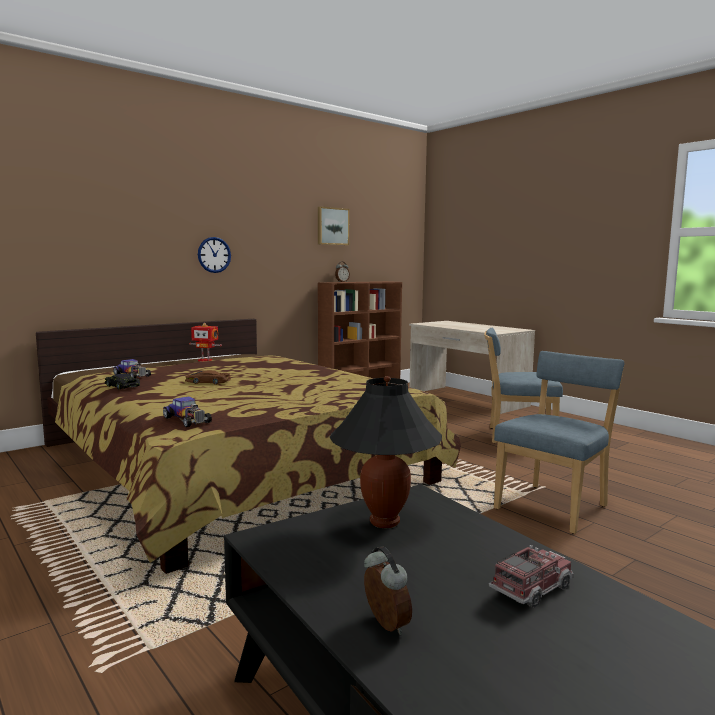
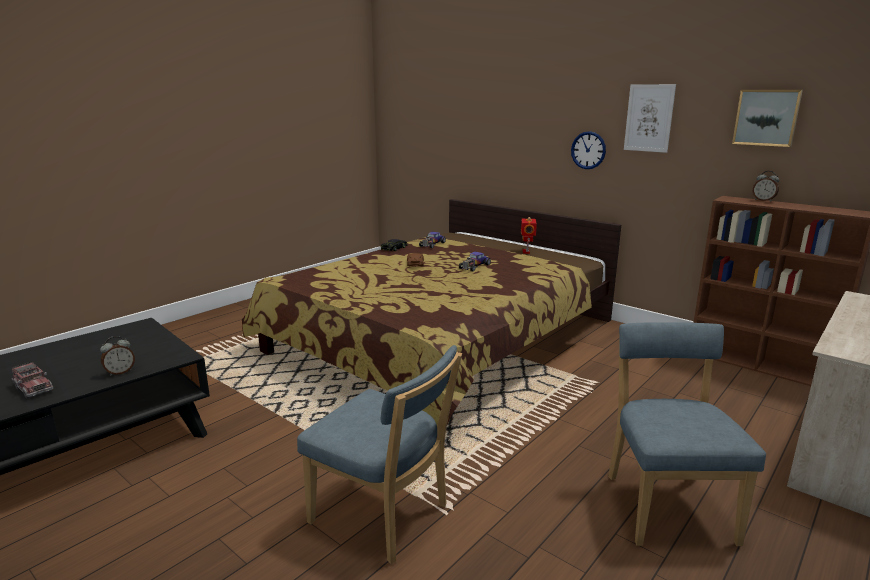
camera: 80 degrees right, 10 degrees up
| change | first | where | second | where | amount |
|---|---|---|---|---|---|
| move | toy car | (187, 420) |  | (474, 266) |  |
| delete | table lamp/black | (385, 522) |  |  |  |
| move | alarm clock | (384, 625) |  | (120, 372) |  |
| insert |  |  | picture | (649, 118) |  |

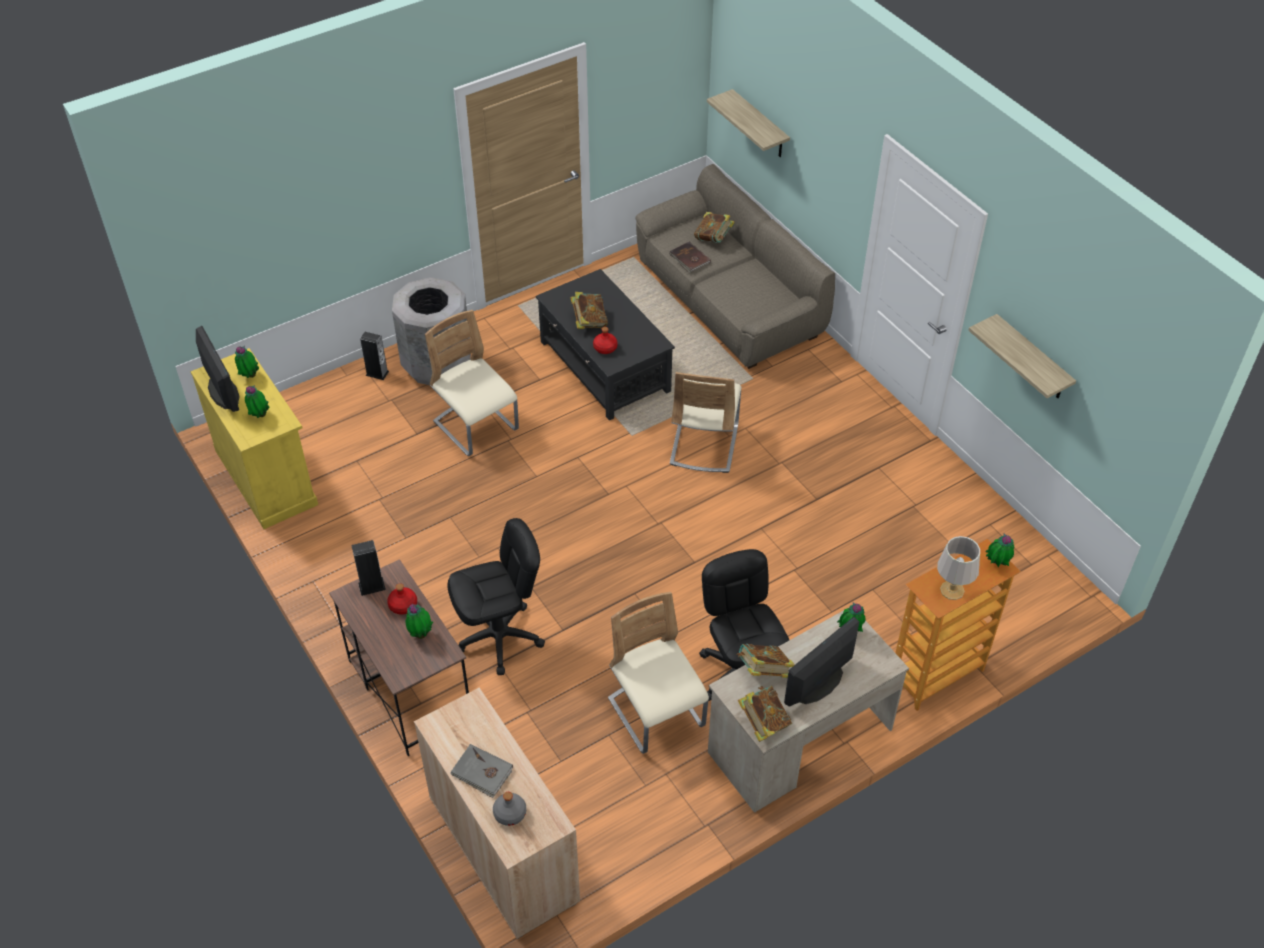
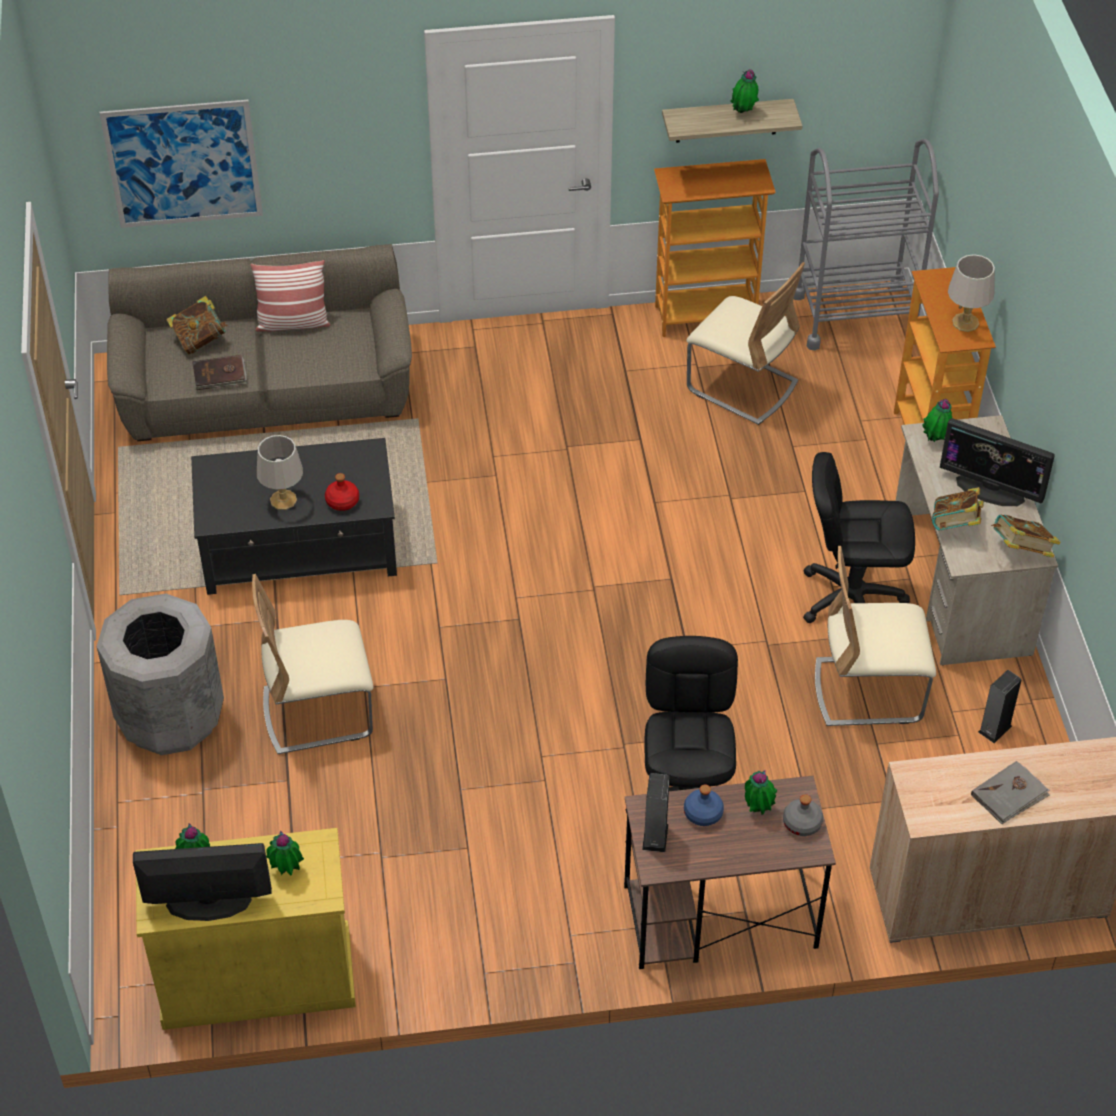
camera: 65 degrees left, 0 degrees up
| change | first | where | second | where | amount |
|---|---|---|---|---|---|
| move | speaker | (377, 373) |  | (995, 729) |  |
| recolor | bottle/red | (403, 605) | bottle/blue | (702, 813) |  |
| move | bottle/grey | (510, 813) |  | (802, 823) |  |
| replace | book | (589, 322) | table lamp/grey | (283, 500) |  |
| move | chair/beige | (704, 444) |  | (741, 386) |  |
| replace | shelf | (760, 125) | picture | (183, 164) |  |
| rotate | monitor | (818, 683) |  | (990, 489) | 45 degrees counterclockwise |
| move | potted plant | (996, 565) |  | (743, 113) |  |
| insert |  |  | pillow | (293, 323) |  |
| insert |  |  | bookcase | (705, 316) |  |
| insert |  |  | cart/grey | (855, 316) |  |

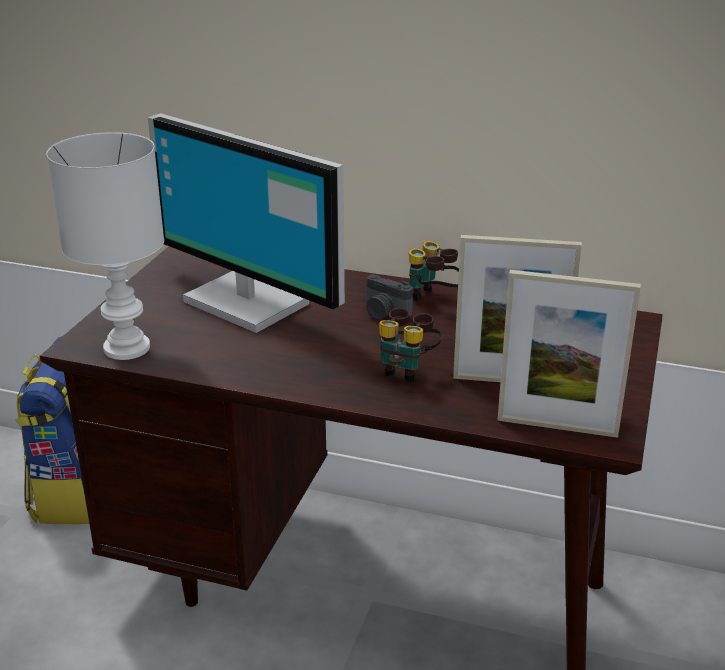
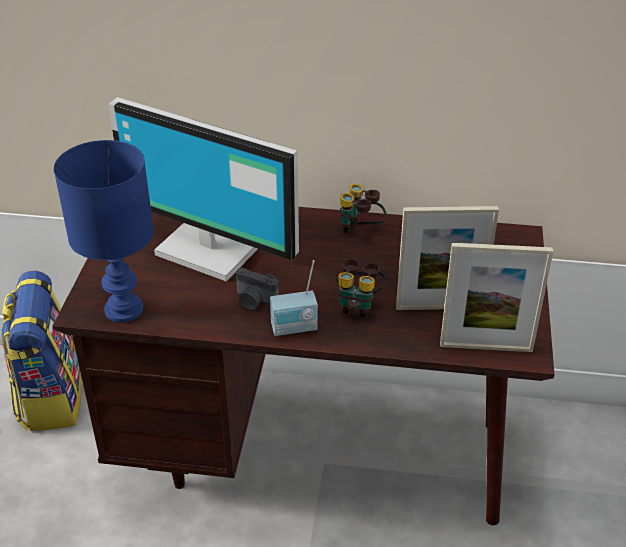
camera: 10 degrees left, 10 degrees up
| change | first | where | second | where | amount |
|---|---|---|---|---|---|
| recolor | table lamp/white | (128, 349) | table lamp/blue | (125, 310) |  |
| move | photo camera | (384, 313) |  | (254, 301) |  |
| insert |  |  | radio | (294, 329) |  |

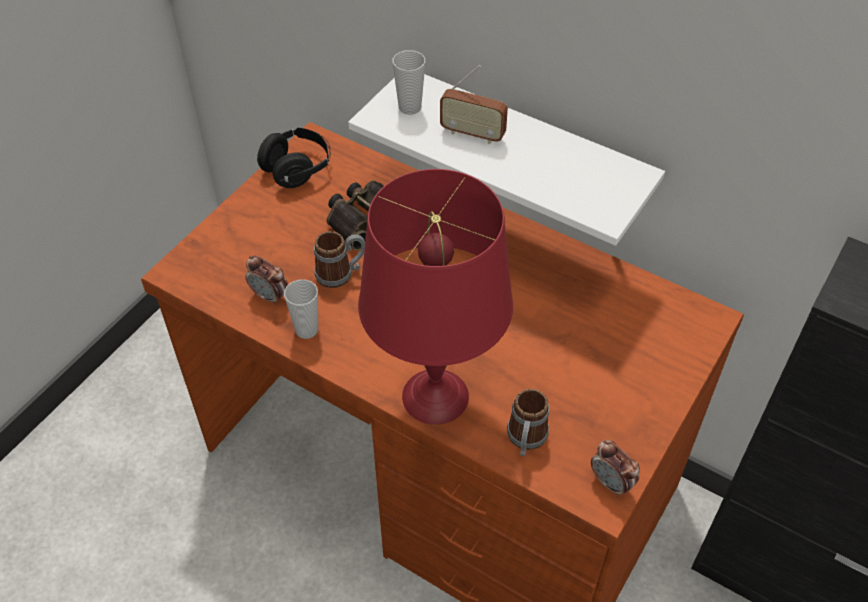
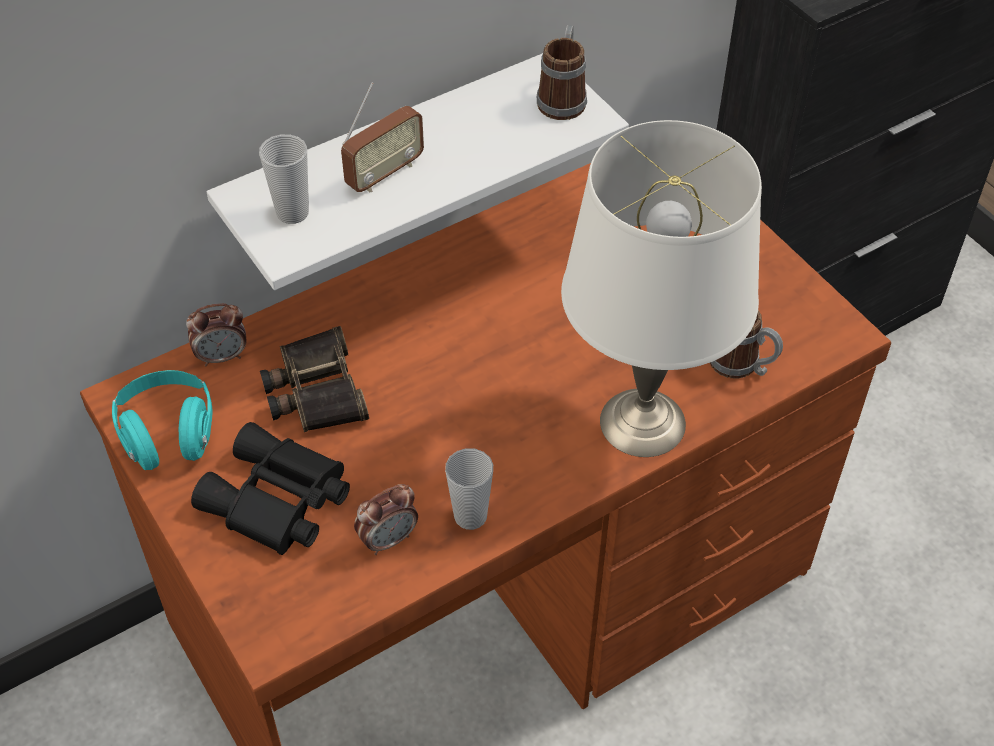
camera: 65 degrees left, 0 degrees up
| change | first | where | second | where | amount |
|---|---|---|---|---|---|
| recolor | headphones/black | (297, 169) | headphones/turquoise | (169, 435) |  |
| move | mug | (341, 273) |  | (563, 97) |  |
| recolor | table lamp/red | (436, 396) | table lamp/white | (643, 421) |  |
| move | alarm clock | (611, 483) |  | (222, 356) |  |
| insert |  |  | binoculars/black | (277, 502) |  |

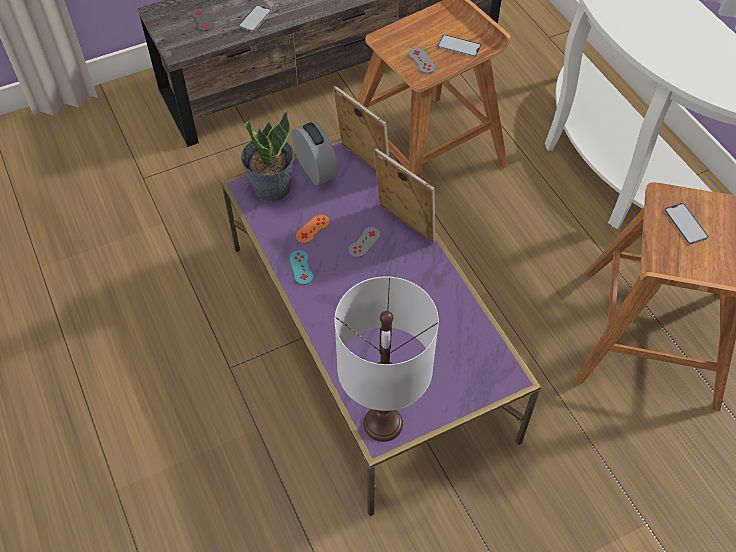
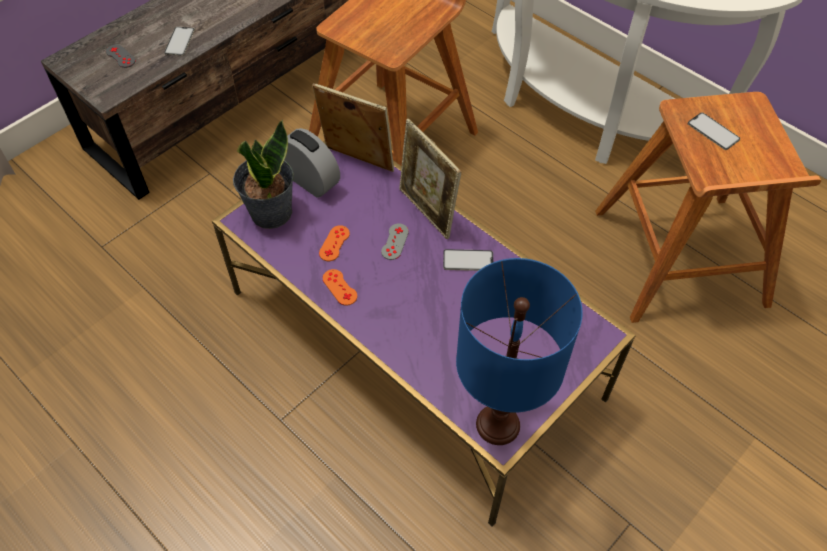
camera: 20 degrees left, 0 degrees up
| change | first | where | second | where | amount |
|---|---|---|---|---|---|
| recolor | game controller/turquoise | (301, 267) | game controller/orange | (339, 287) |  |
| recolor | table lamp/white | (382, 422) | table lamp/blue | (497, 424) |  |
| rotate | picture frame | (403, 224) |  | (427, 212) | 150 degrees counterclockwise |
| delete | game controller/grey | (421, 61) |  |  |  |
| move | phone | (459, 46) |  | (468, 260) |  |

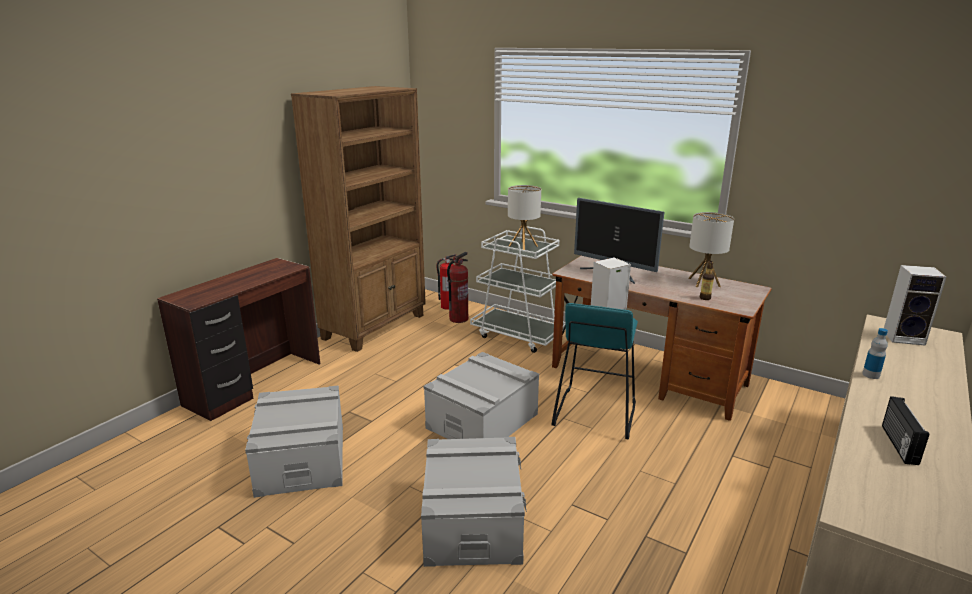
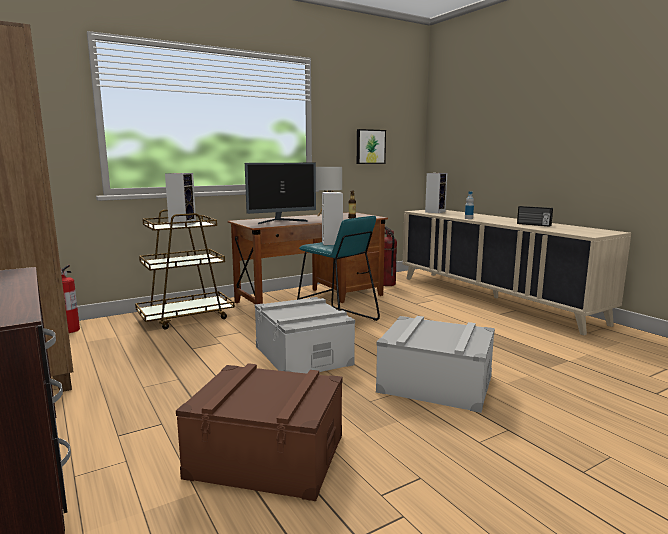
camera: 65 degrees left, 10 degrees down
| change | first | where | second | where | amount |
|---|---|---|---|---|---|
| recolor | storage box/grey | (302, 459) | storage box/brown | (267, 455) |  |
| move | fire extinguisher | (458, 319) |  | (387, 284) |  |
| recolor | cart/white | (518, 335) | cart/brown | (186, 317) |  |
| replace | table lamp | (523, 246) | speaker | (182, 224) |  |
| insert |  |  | picture | (370, 146) |  |

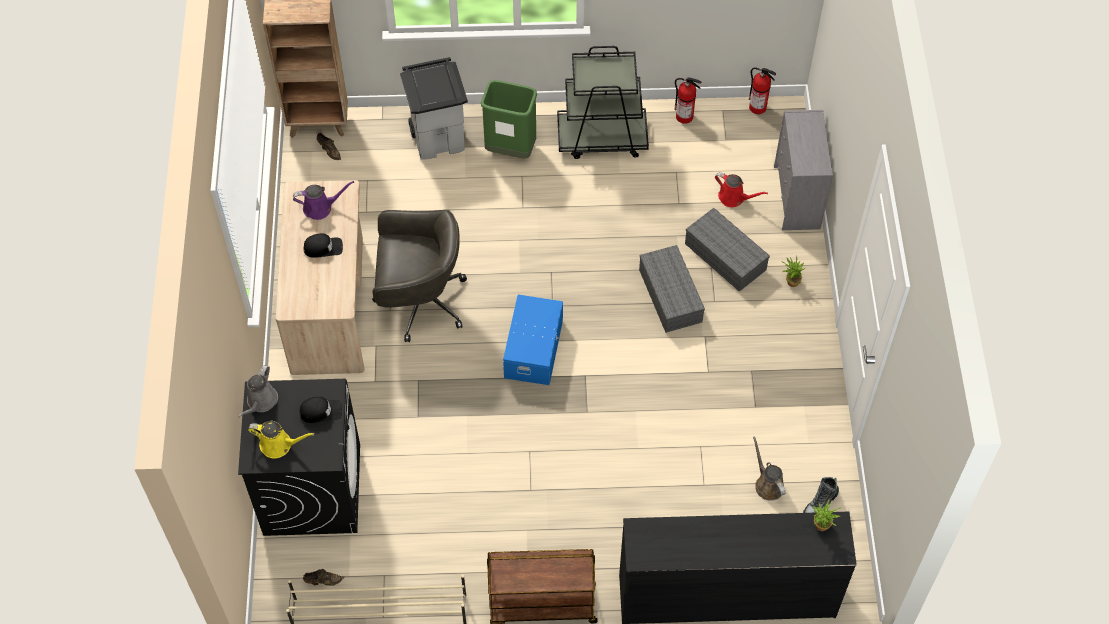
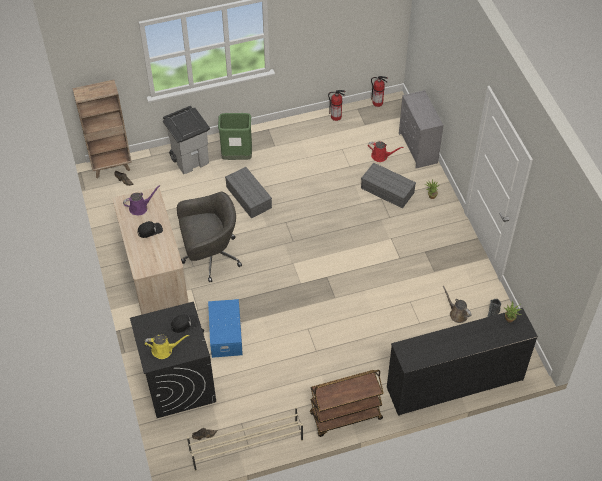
camera: 15 degrees left, 5 degrees down
| change | first | where | second | where | amount |
|---|---|---|---|---|---|
| delete | watering can/grey | (261, 402) |  |  |  |
| move | storage box/blue | (534, 349) |  | (226, 334) |  |
| delete | cart/black | (602, 138) |  |  |  |
| move | storage box/grey | (671, 296) |  | (249, 197) |  |

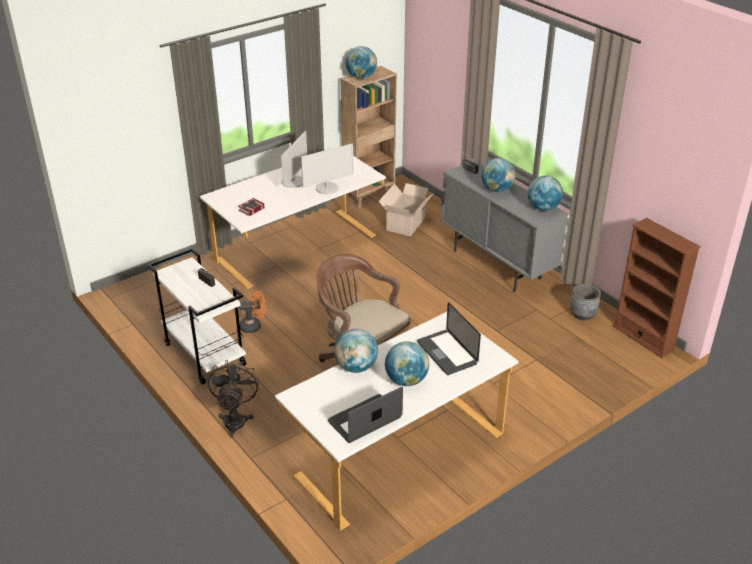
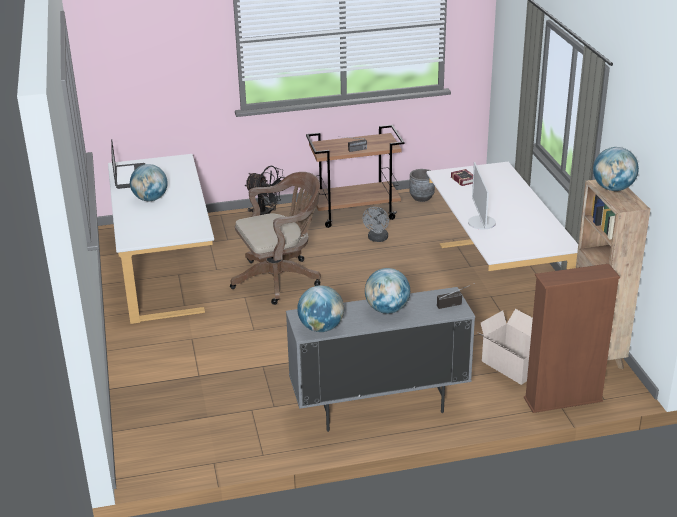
camera: 115 degrees right, 5 degrees down
| change | first | where | second | where | amount |
|---|---|---|---|---|---|
| recolor | cart/white | (204, 354) | cart/brown | (356, 213) |  |
| recolor | fan/orange | (254, 326) | fan/grey | (377, 239) |  |
| delete | monitor | (293, 182) |  |  |  |
| delete | globe | (356, 367) |  |  |  |
| delete | laptop | (447, 353) |  |  |  |
| move | planter/grey | (582, 314) |  | (421, 197) |  |
| move | bookcase/brown | (643, 338) |  | (563, 400) |  |

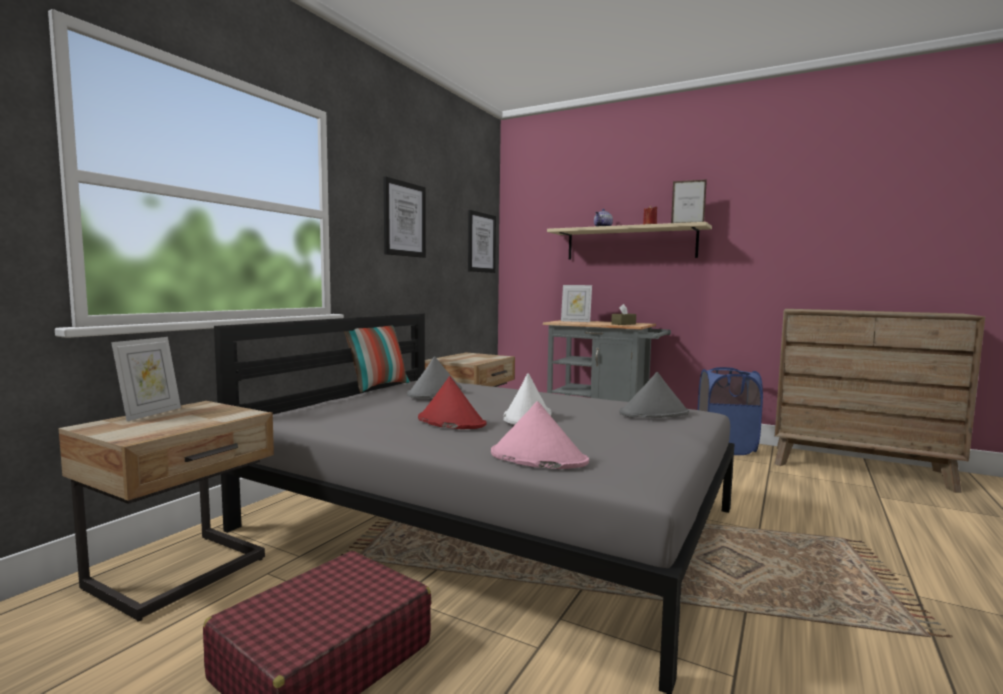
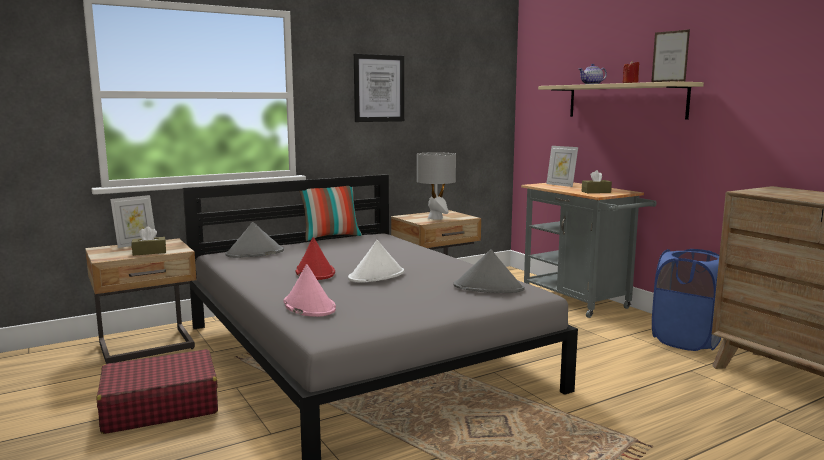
camera: 30 degrees right, 5 degrees up
| change | first | where | second | where | amount |
|---|---|---|---|---|---|
| move | hat/grey | (434, 392) |  | (255, 253) |  |
| delete | picture | (481, 242) |  |  |  |
| insert |  |  | tissue box/brown | (149, 252) |  |
| insert |  |  | table lamp/grey | (435, 218) |  |

